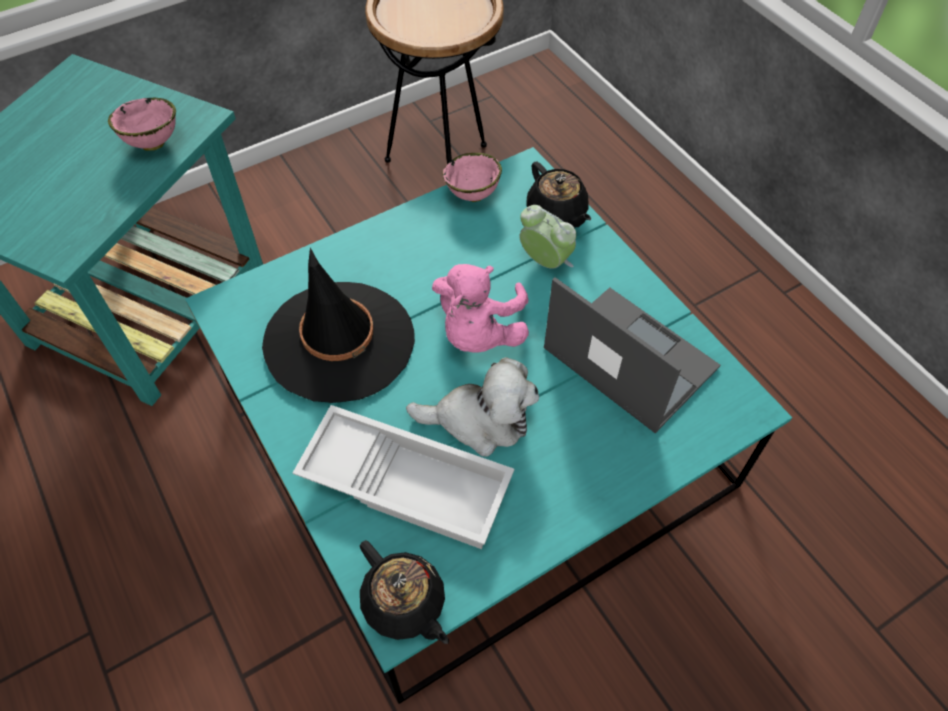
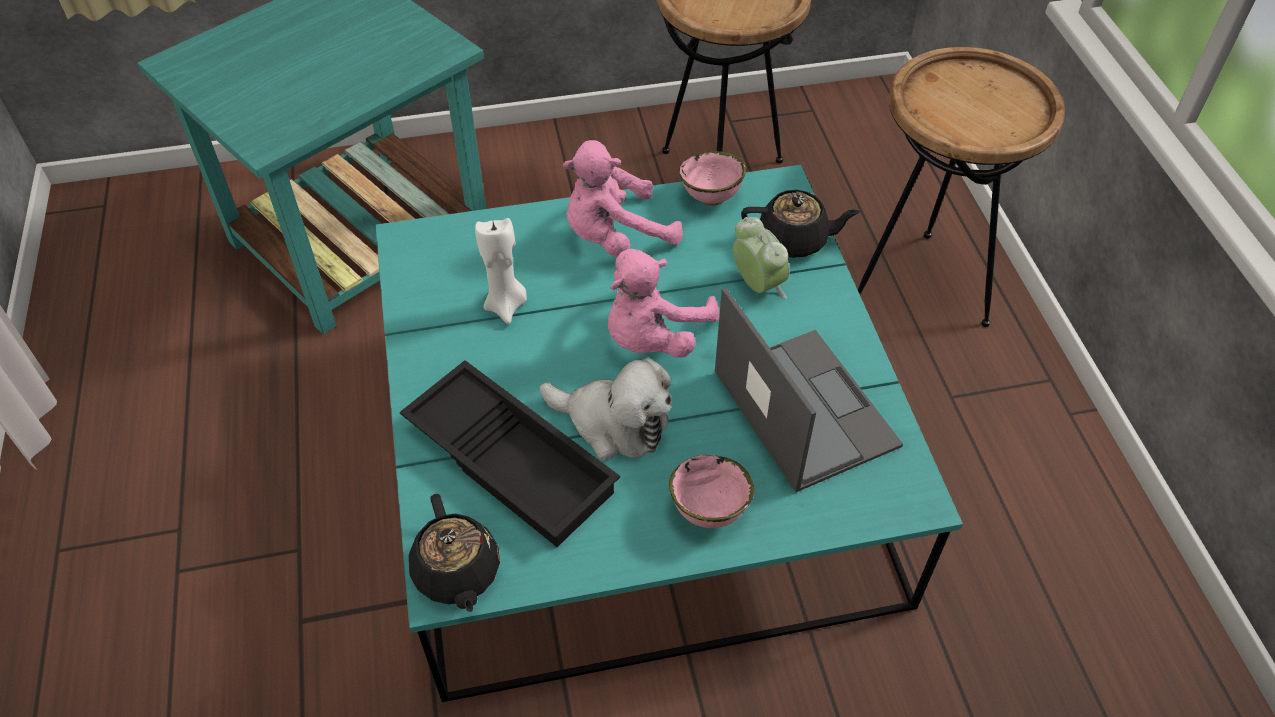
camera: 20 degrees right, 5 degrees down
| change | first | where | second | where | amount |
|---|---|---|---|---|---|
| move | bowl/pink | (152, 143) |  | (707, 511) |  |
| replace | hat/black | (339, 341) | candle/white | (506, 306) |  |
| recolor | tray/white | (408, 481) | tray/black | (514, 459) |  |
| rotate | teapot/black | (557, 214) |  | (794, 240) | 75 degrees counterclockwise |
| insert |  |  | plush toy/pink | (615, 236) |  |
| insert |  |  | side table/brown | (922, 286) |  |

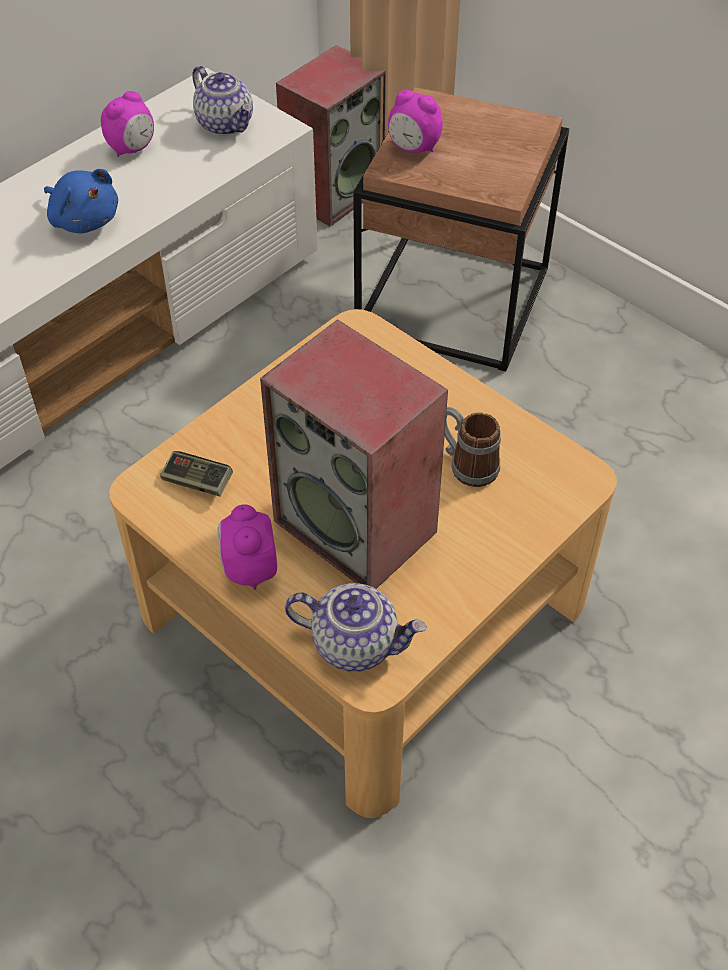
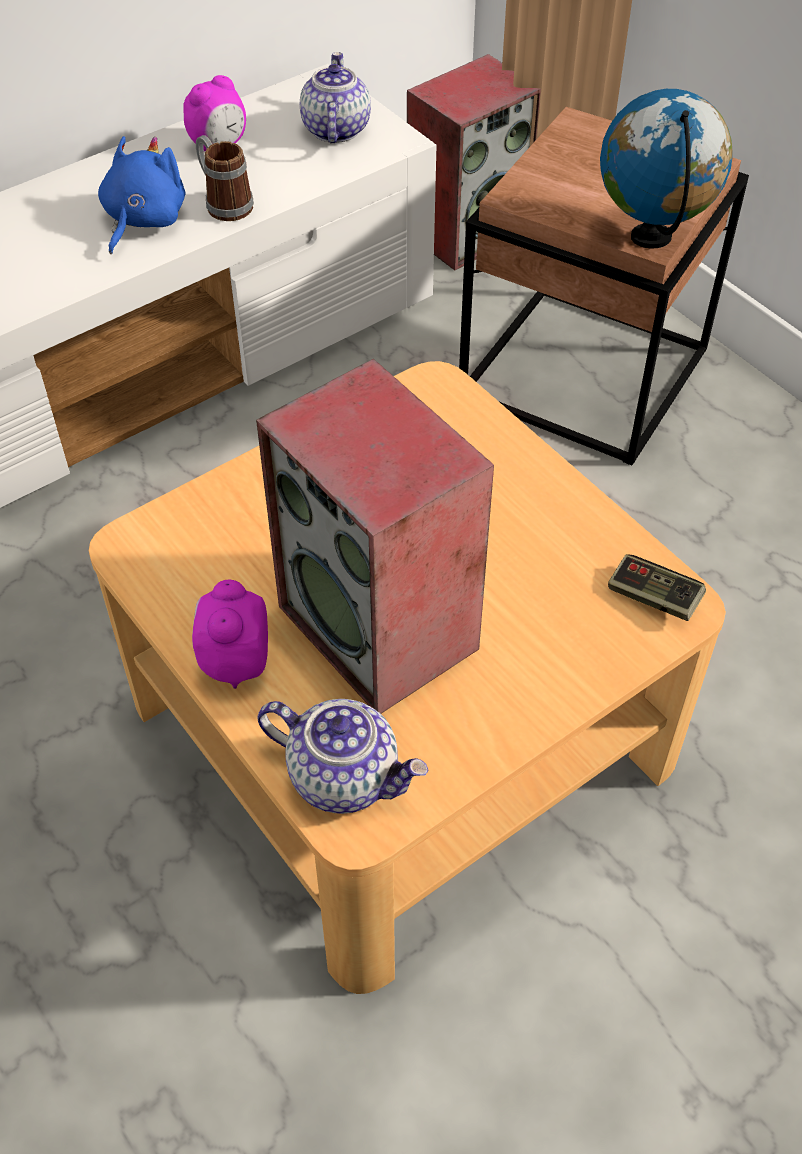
camera: 10 degrees right, 0 degrees up
| change | first | where | second | where | amount |
|---|---|---|---|---|---|
| rotate | plush toy/blue | (84, 220) |  | (143, 220) | 120 degrees counterclockwise |
| move | game controller | (197, 482) |  | (653, 597) |  |
| rotate | teapot | (226, 124) |  | (335, 129) | 150 degrees counterclockwise |
| delete | alarm clock | (413, 148) |  |  |  |
| move | mug | (466, 464) |  | (224, 203) |  |
| insert |  |  | globe | (651, 237) |  |

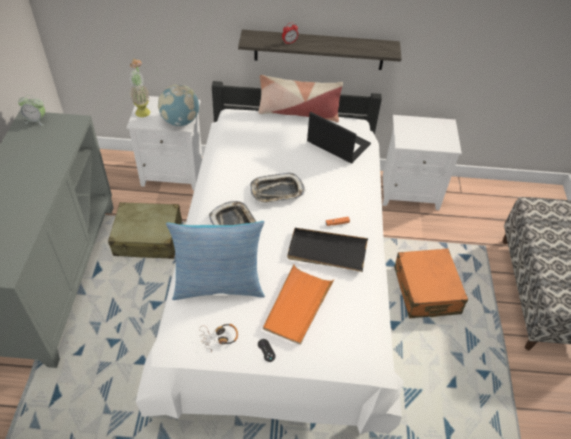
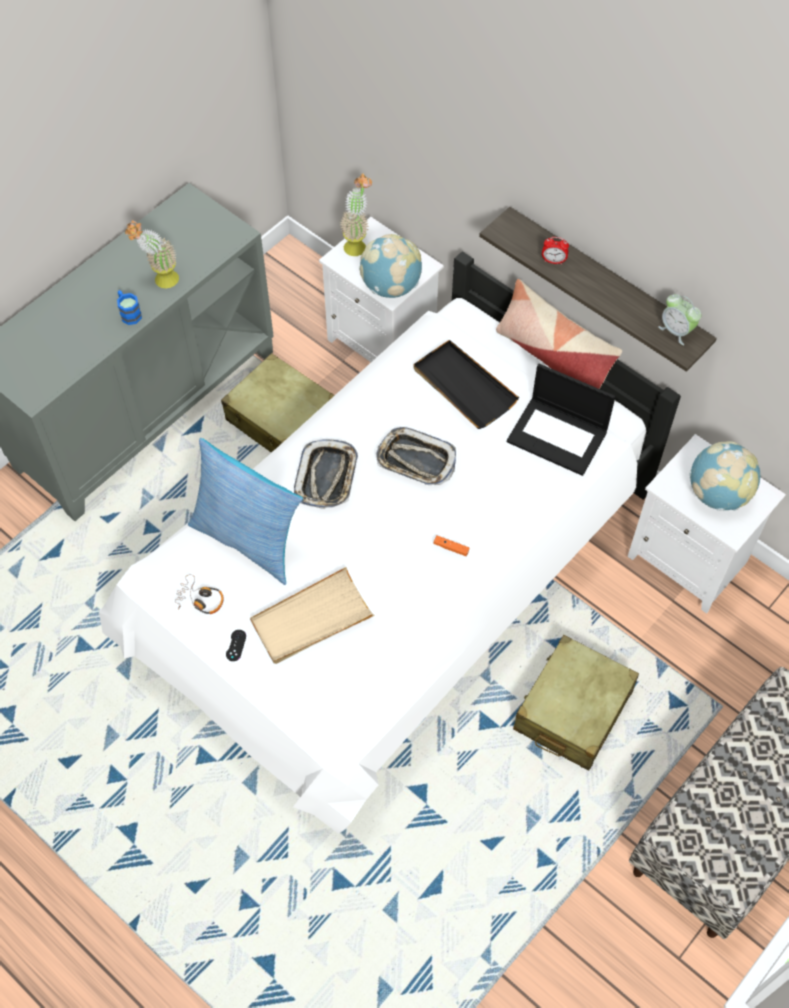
camera: 40 degrees right, 10 degrees up
| change | first | where | second | where | amount |
|---|---|---|---|---|---|
| move | alarm clock | (36, 120) |  | (676, 331) |  |
| recolor | tray/orange | (297, 306) | tray/beige | (311, 619) |  |
| move | tray/black | (327, 251) |  | (463, 386) |  |
| rotate | laptop | (337, 143) |  | (558, 436) | 135 degrees clockwise |
| recolor | suitcase/orange | (426, 291) | suitcase/beige | (572, 710) |  |
| insert |  |  | mug/blue | (129, 313) |  |
| insert |  |  | potted plant | (160, 281) |  |
| insert |  |  | globe | (718, 494) |  |

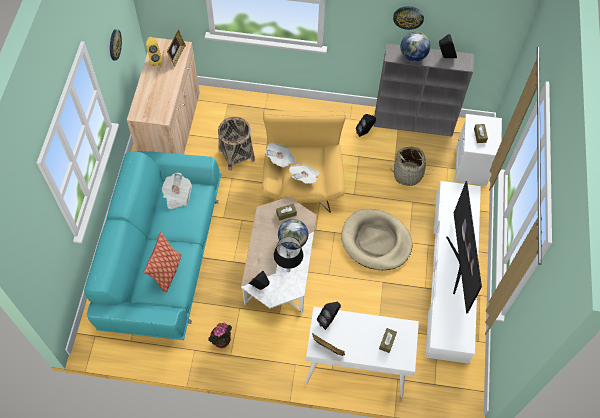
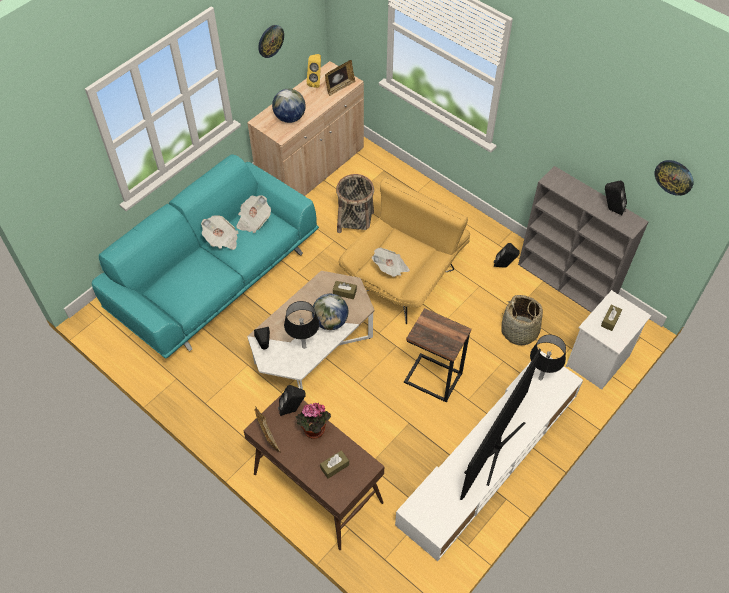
camera: 35 degrees right, 5 degrees down
| change | first | where | second | where | amount |
|---|---|---|---|---|---|
| delete | pillow | (167, 272) |  |  |  |
| move | potted plant | (222, 342) |  | (313, 431) |  |
| move | newspaper | (281, 159) |  | (222, 239) |  |
| recolor | console table/white | (355, 365) | console table/brown | (317, 488) |  |
| replace | dog bed/beige | (376, 241) | side table | (433, 379) |  |
| move | wall clock | (408, 17) |  | (674, 177) |  |
| move | globe | (413, 56) |  | (289, 117) |  |
| insert |  |  | table lamp/black | (540, 378) |  |

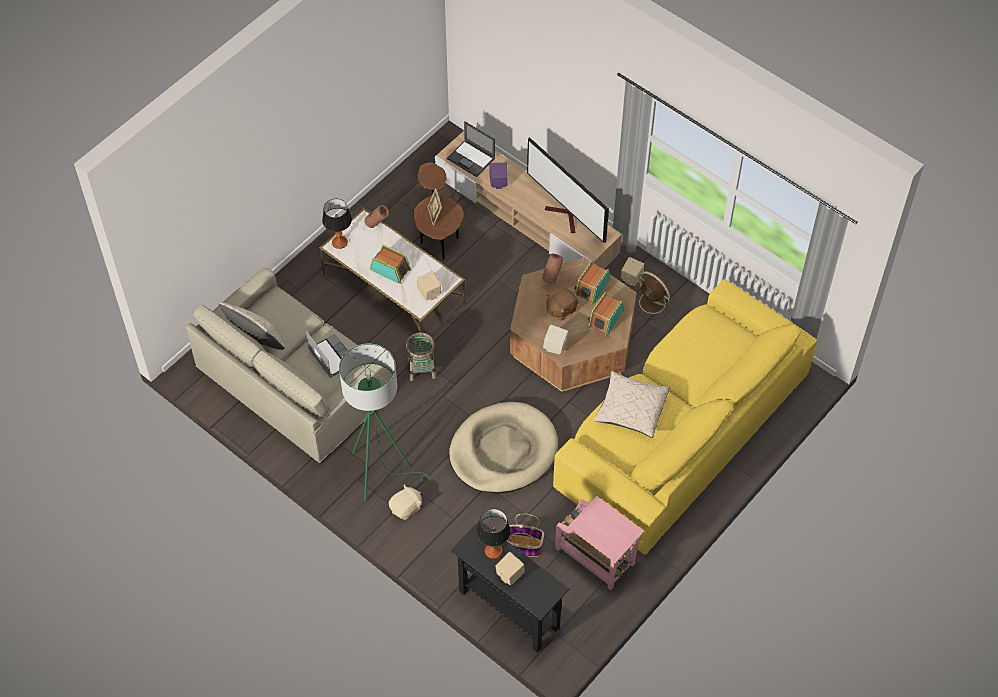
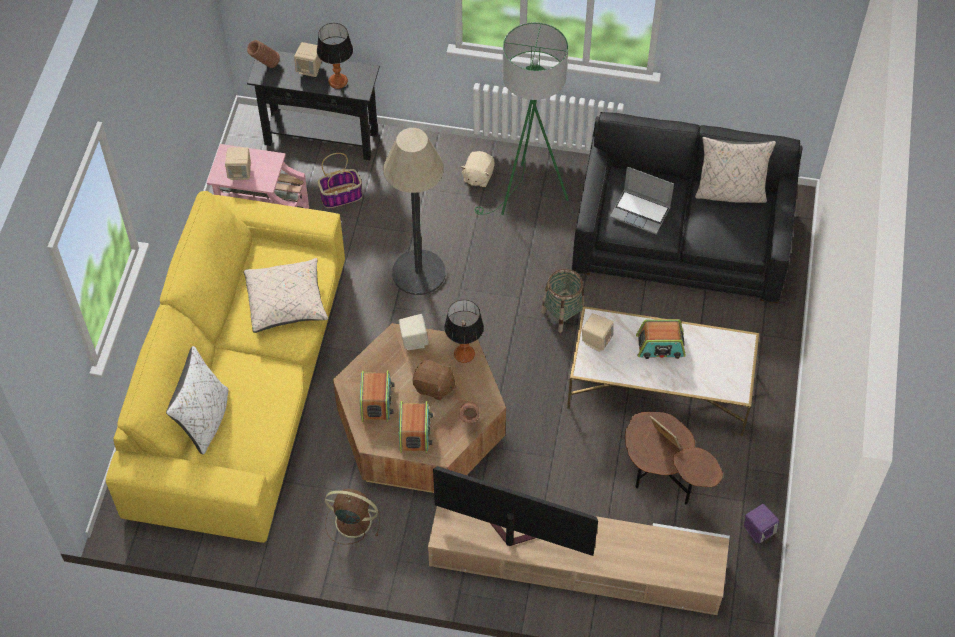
camera: 150 degrees right, 0 degrees up
| change | first | where | second | where | amount |
|---|---|---|---|---|---|
| recolor | sofa/beige | (293, 382) | sofa/black | (682, 237) |  |
| move | table lamp | (339, 242) |  | (464, 354) |  |
| move | vase/brown | (377, 225) |  | (265, 65) |  |
| delete | laptop | (471, 159) |  |  |  |
| replace | dog bed/beige | (503, 451) | floor lamp | (419, 272) |  |
| move | speaker/purple | (498, 182) |  | (758, 531) |  |
| rotate | plush toy/brown | (561, 309) |  | (434, 387) | 90 degrees clockwise |
| move | speaker/beige | (631, 278) |  | (240, 173) |  |
| insert |  |  | pillow/white | (205, 419) |  |

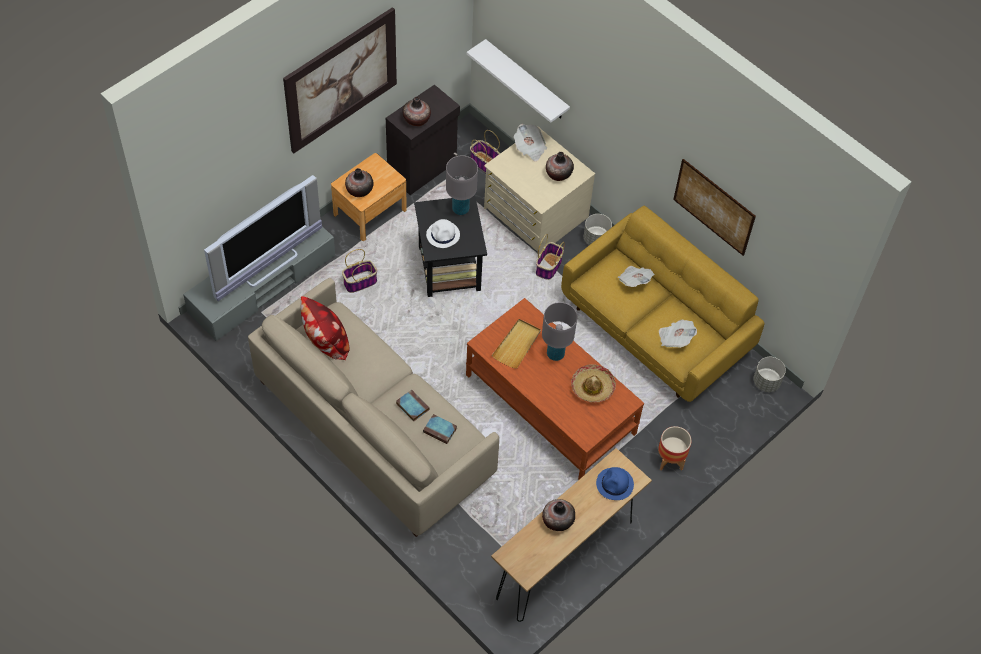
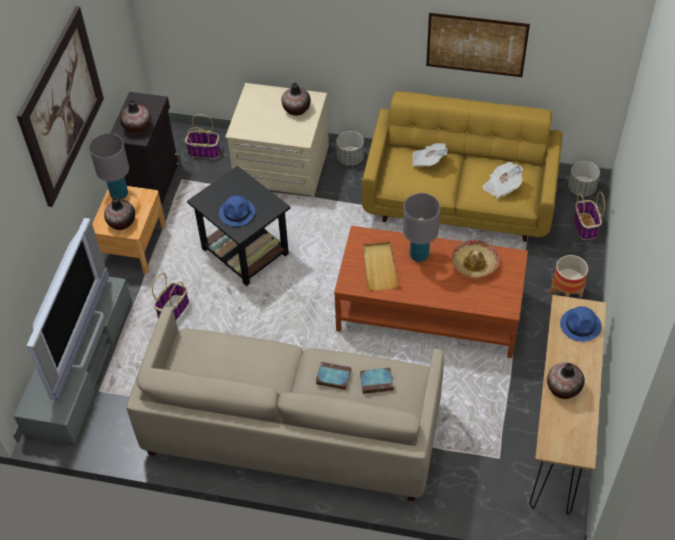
camera: 30 degrees left, 5 degrees down
| change | first | where | second | where | amount |
|---|---|---|---|---|---|
| delete | pillow | (326, 343) |  |  |  |
| recolor | hat/white | (443, 235) | hat/blue | (237, 213) |  |
| move | table lamp/grey | (460, 209) |  | (119, 194) |  |
| delete | shelf/white | (526, 81) |  |  |  |
| delete | newspaper | (530, 148) |  |  |  |
| move | basket | (548, 267) |  | (585, 227) |  |

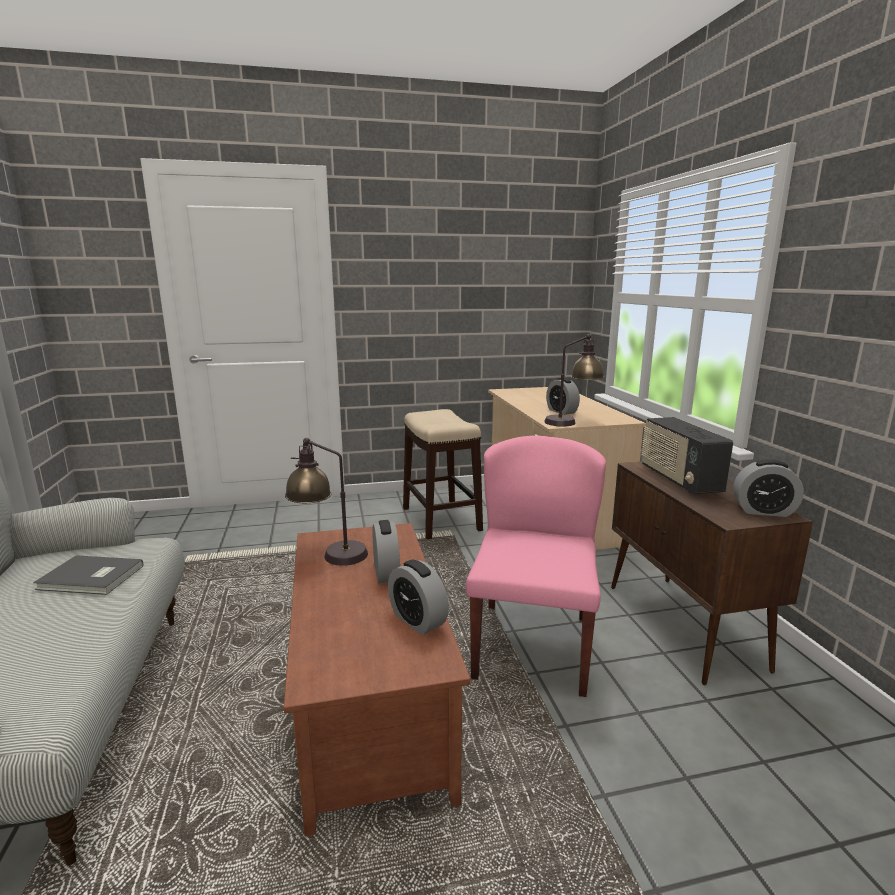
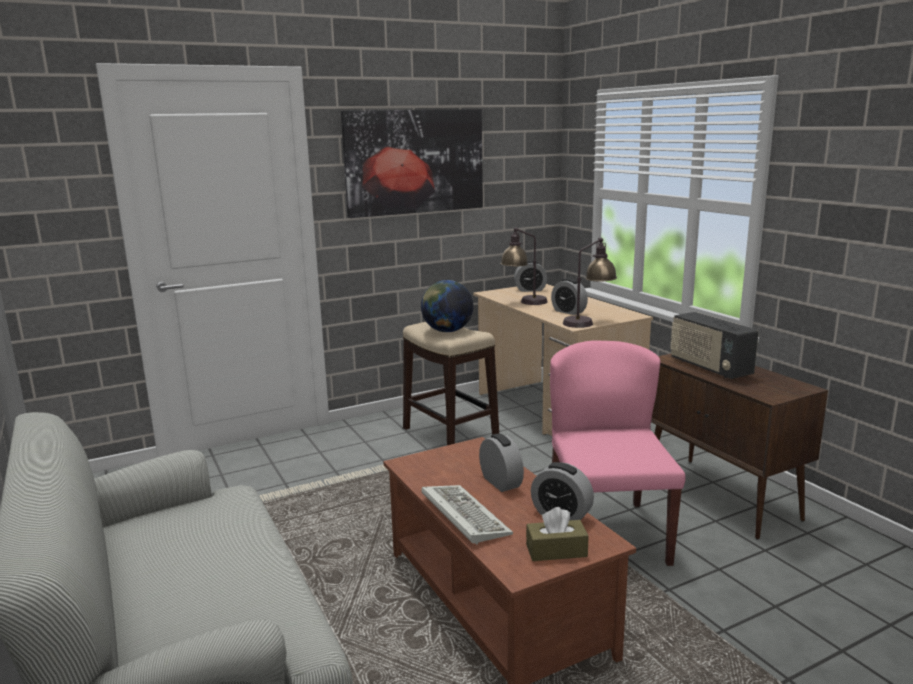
camera: 15 degrees left, 0 degrees up
| change | first | where | second | where | amount |
|---|---|---|---|---|---|
| delete | book/grey | (91, 578) |  |  |  |
| move | table lamp | (329, 554) |  | (524, 302) |  |
| move | alarm clock | (763, 511) |  | (530, 290) |  |
| insert |  |  | picture | (414, 162) |  |
| insert |  |  | globe | (447, 331) |  |
| insert |  |  | keyboard | (462, 515) |  |
| insert |  |  | tissue box/brown | (556, 550) |  |

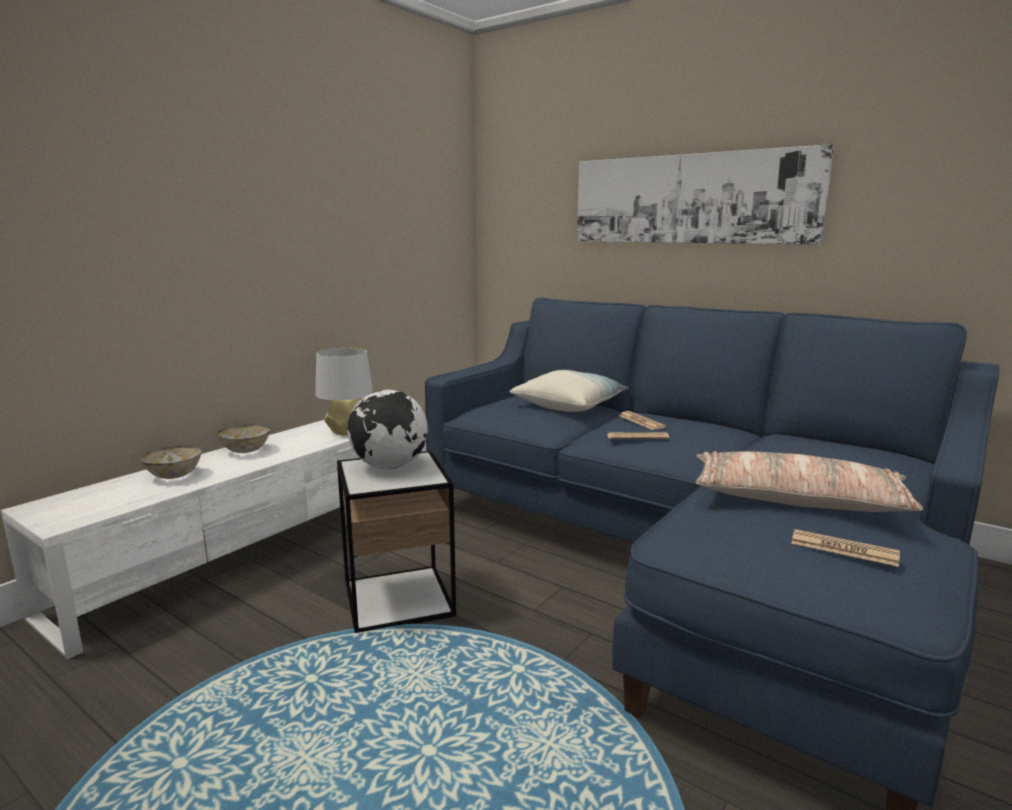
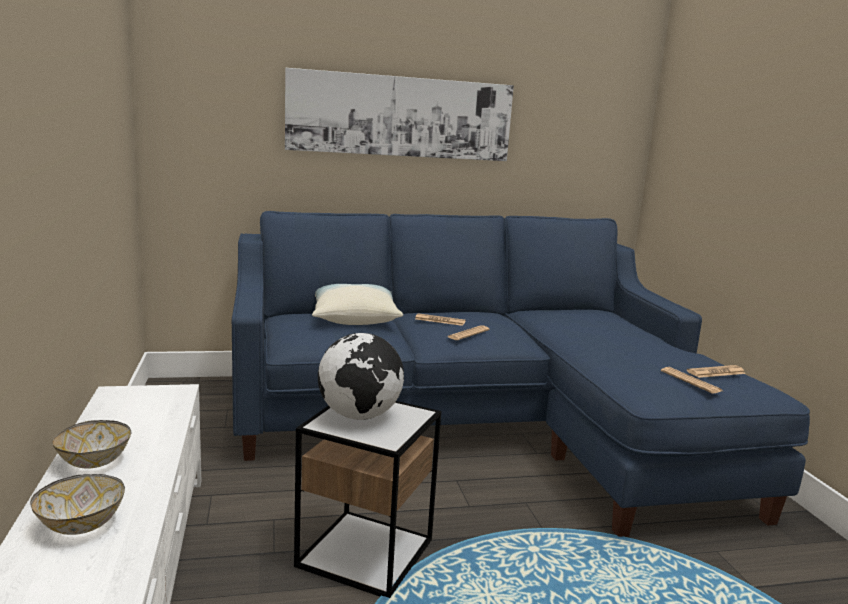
camera: 50 degrees left, 0 degrees up
| change | first | where | second | where | amount |
|---|---|---|---|---|---|
| delete | table lamp/grey | (346, 432) |  |  |  |
| delete | pillow | (797, 501) |  |  |  |
| insert |  |  | newspaper | (691, 381) |  |

